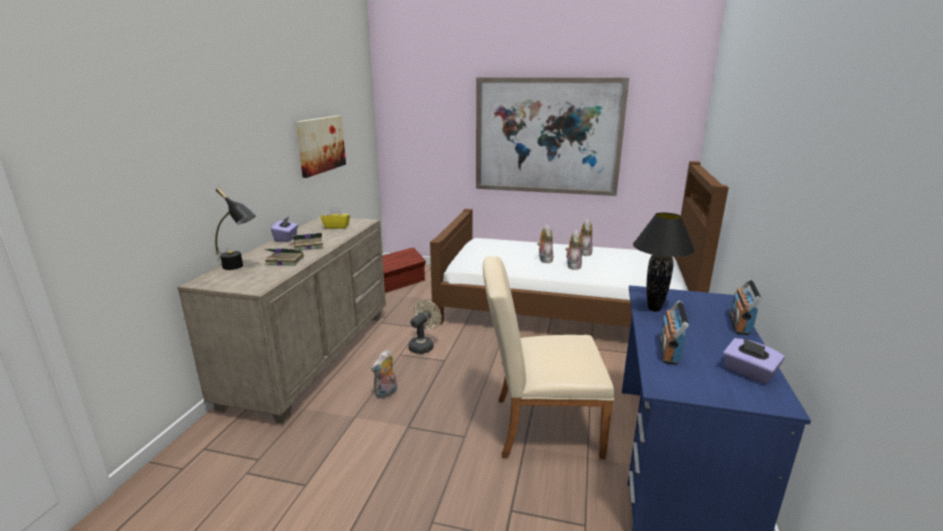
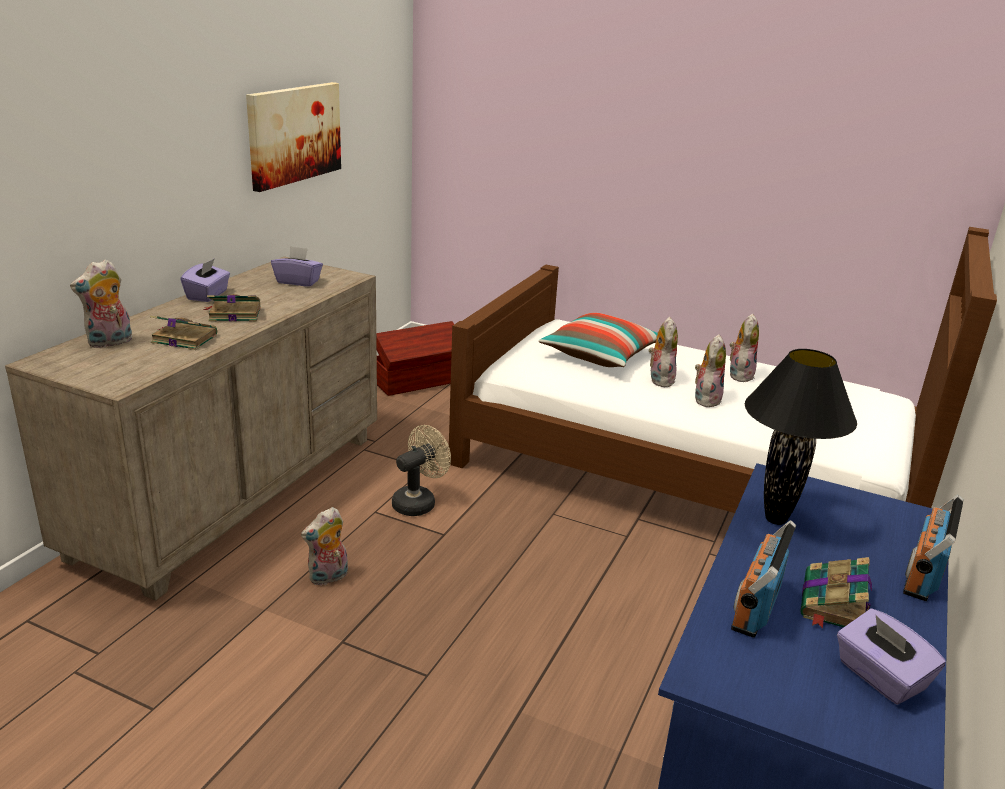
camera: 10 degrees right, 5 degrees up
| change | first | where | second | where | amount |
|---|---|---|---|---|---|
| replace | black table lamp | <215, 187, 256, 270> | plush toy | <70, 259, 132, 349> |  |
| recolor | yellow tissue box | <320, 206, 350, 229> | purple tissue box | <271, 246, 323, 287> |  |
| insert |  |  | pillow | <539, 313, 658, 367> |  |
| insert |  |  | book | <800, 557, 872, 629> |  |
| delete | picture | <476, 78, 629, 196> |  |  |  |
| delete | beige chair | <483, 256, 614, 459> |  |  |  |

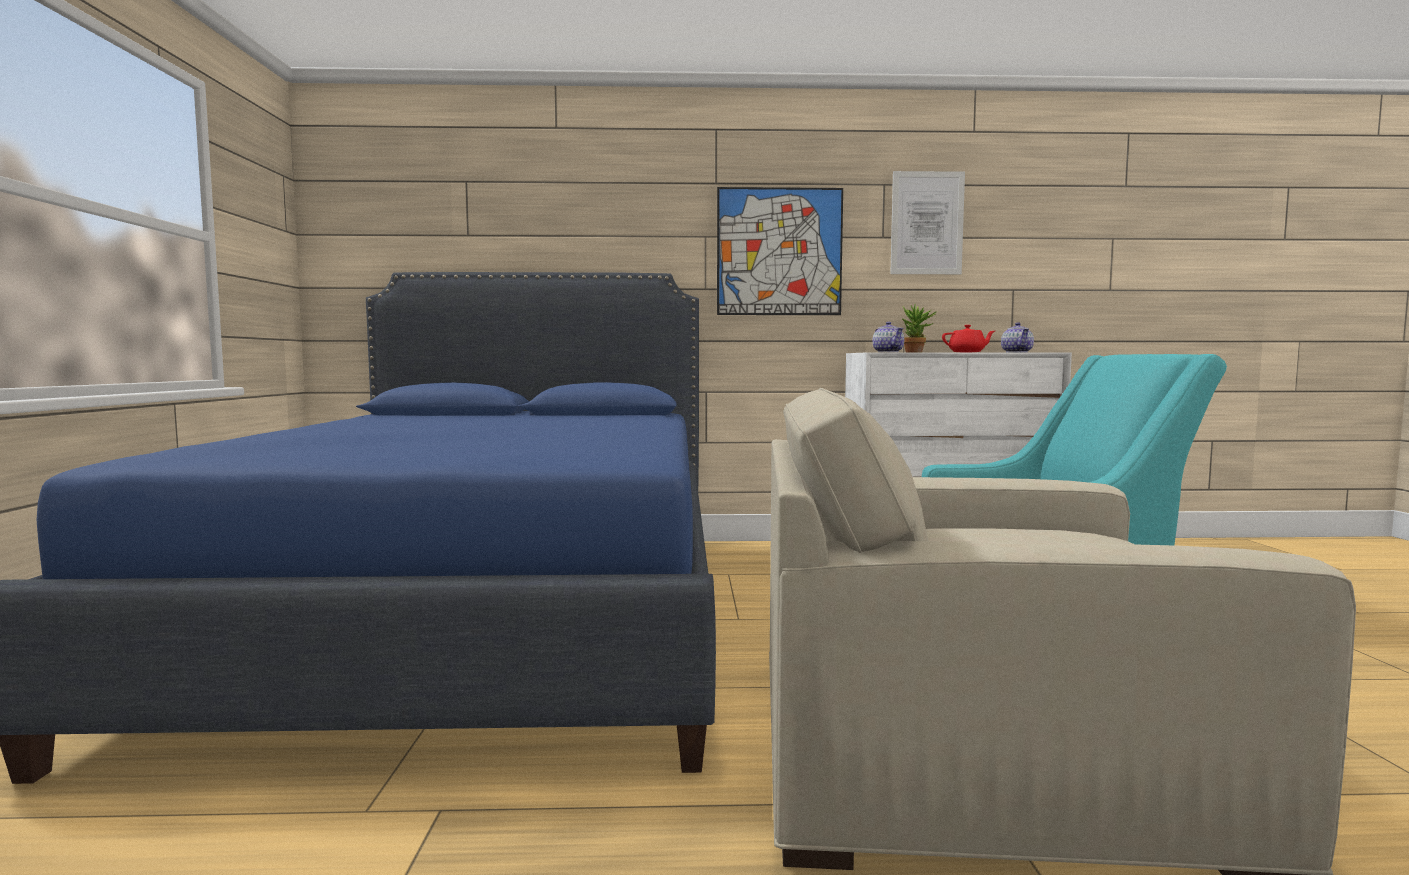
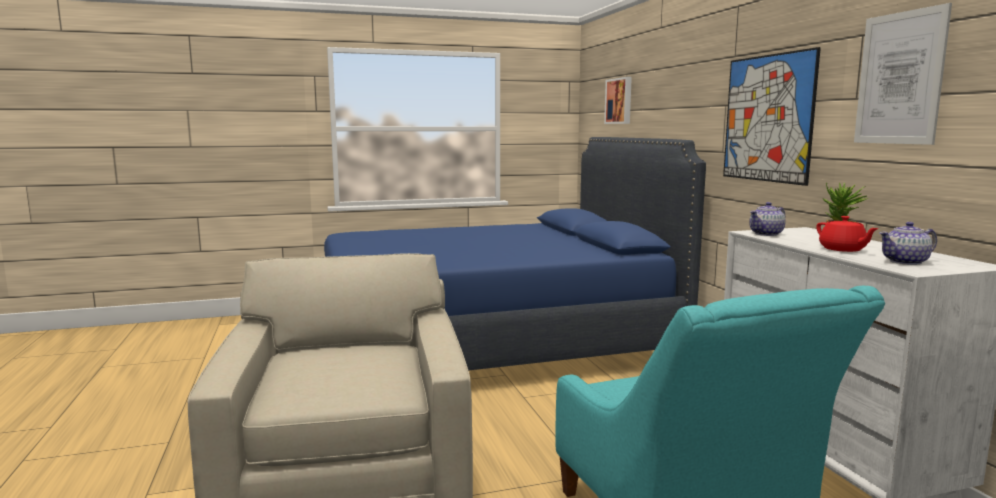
camera: 75 degrees right, 5 degrees up
| change | first | where | second | where | amount |
|---|---|---|---|---|---|
| insert |  |  | picture | <604, 77, 632, 124> |  |

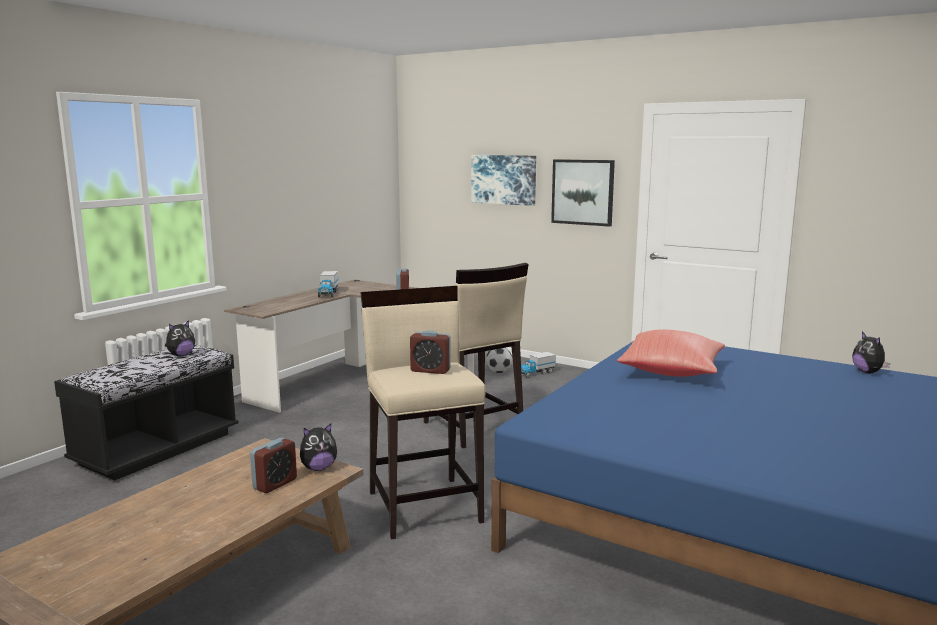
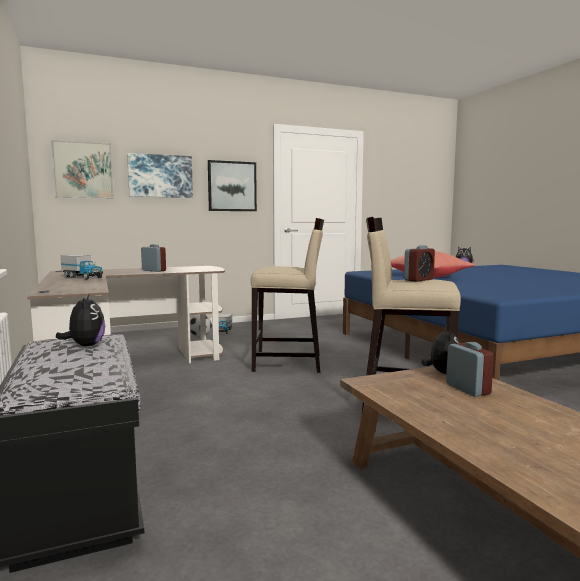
camera: 55 degrees left, 5 degrees down
| change | first | where | second | where | amount |
|---|---|---|---|---|---|
| insert |  |  | picture | <51, 140, 114, 198> |  |

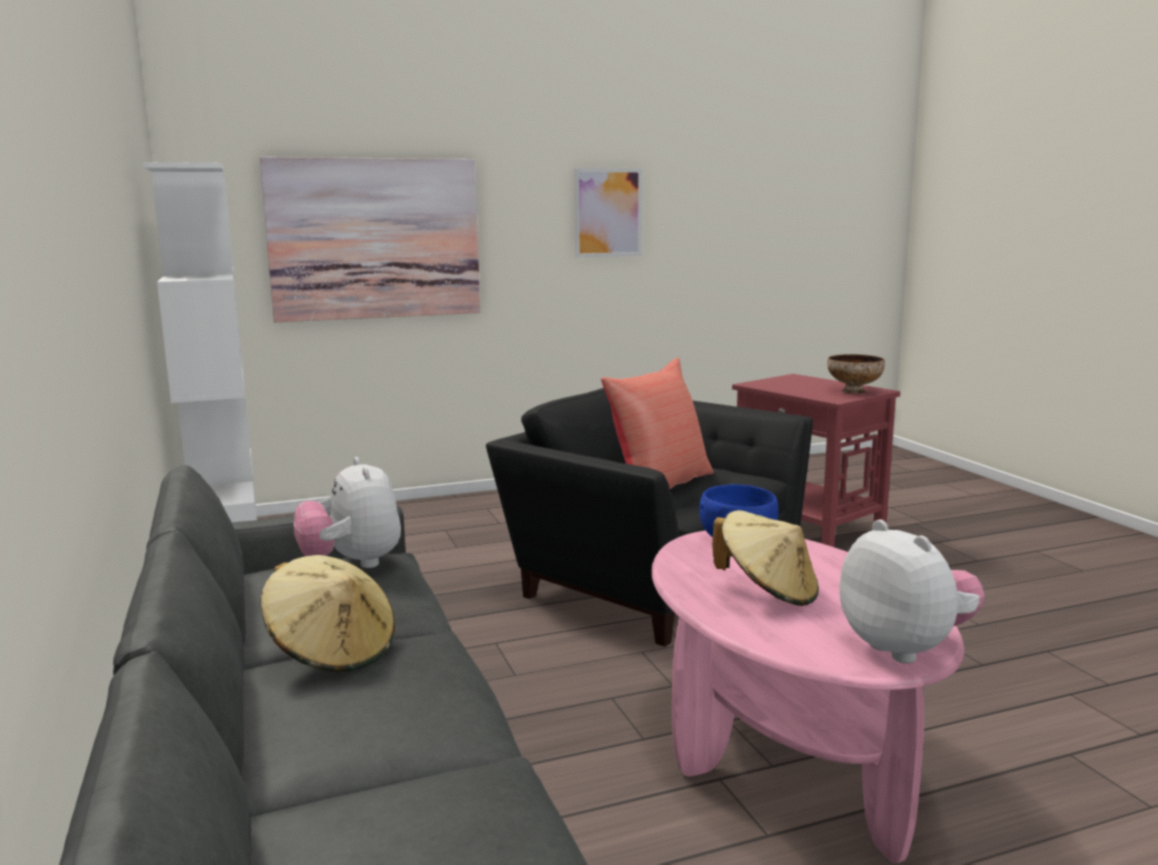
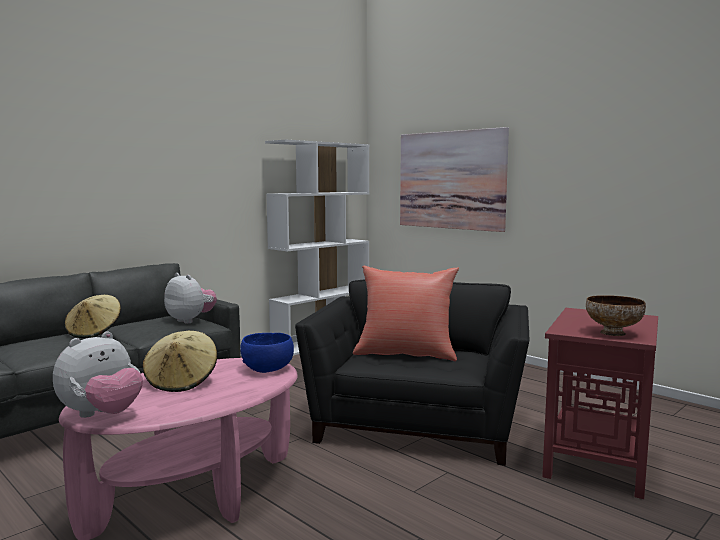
camera: 65 degrees right, 5 degrees down
| change | first | where | second | where | amount |
|---|---|---|---|---|---|
| rotate | plush toy | <294, 457, 401, 568> |  | <164, 273, 217, 324> | 90 degrees clockwise |
| delete | picture | <574, 168, 642, 257> |  |  |  |

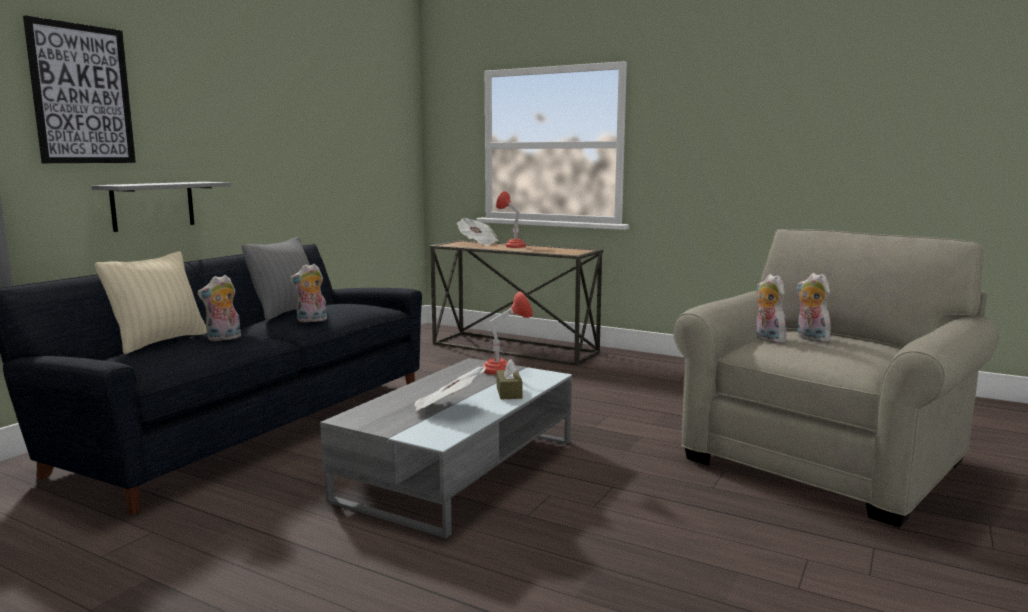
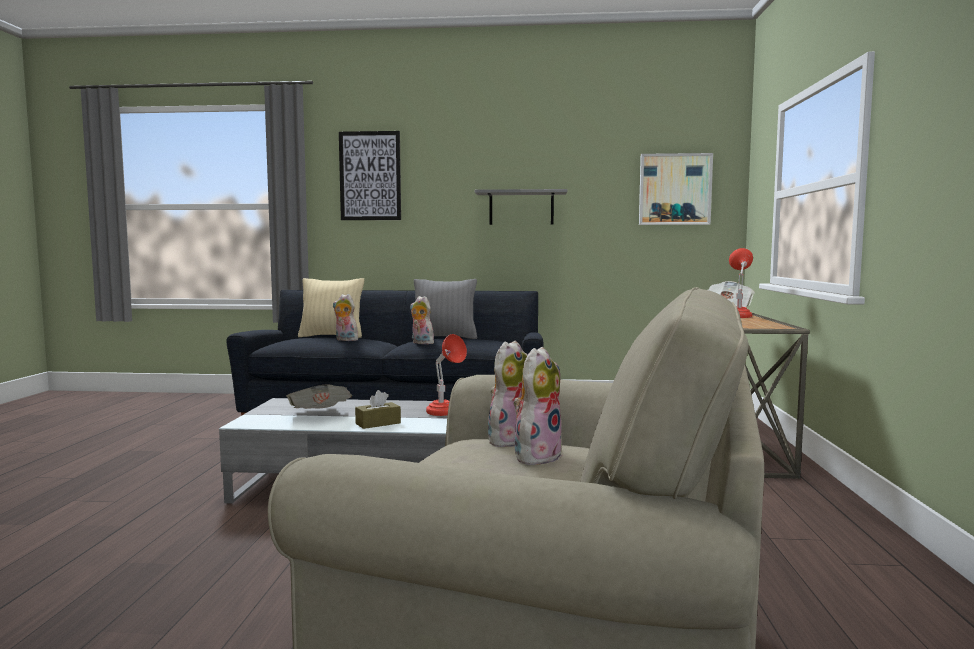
camera: 65 degrees right, 5 degrees down
| change | first | where | second | where | amount |
|---|---|---|---|---|---|
| move | grey shelf | <91, 182, 231, 232> |  | <475, 189, 567, 225> |  |
| insert |  |  | picture | <639, 153, 713, 225> |  |

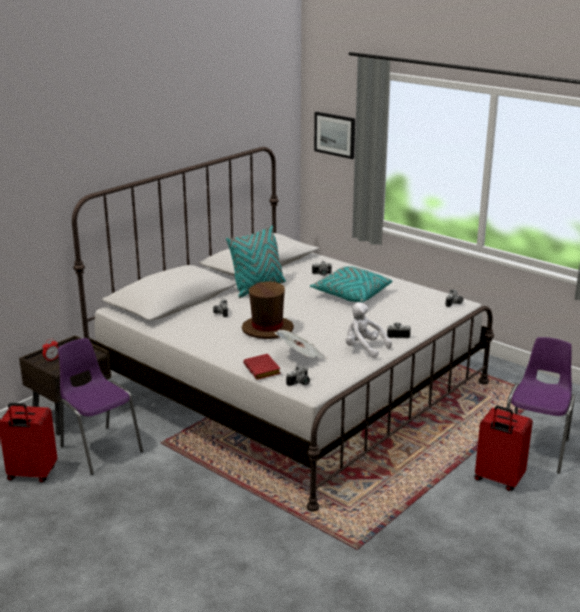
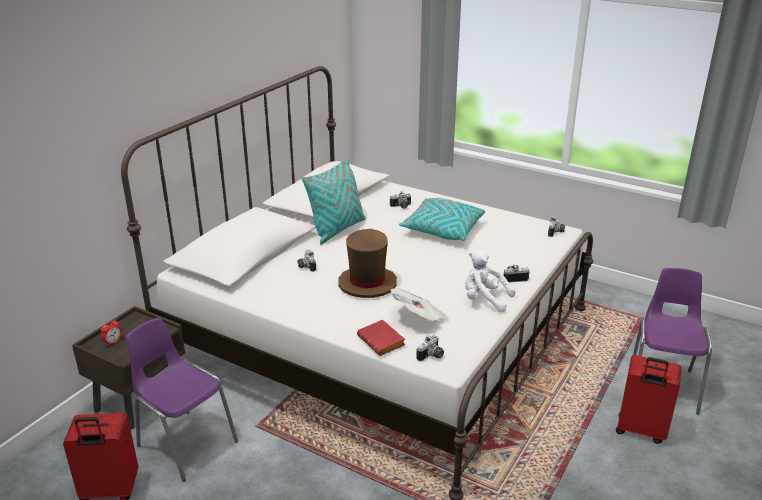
camera: 10 degrees left, 5 degrees up
| change | first | where | second | where | amount |
|---|---|---|---|---|---|
| delete | picture | <314, 112, 355, 159> |  |  |  |

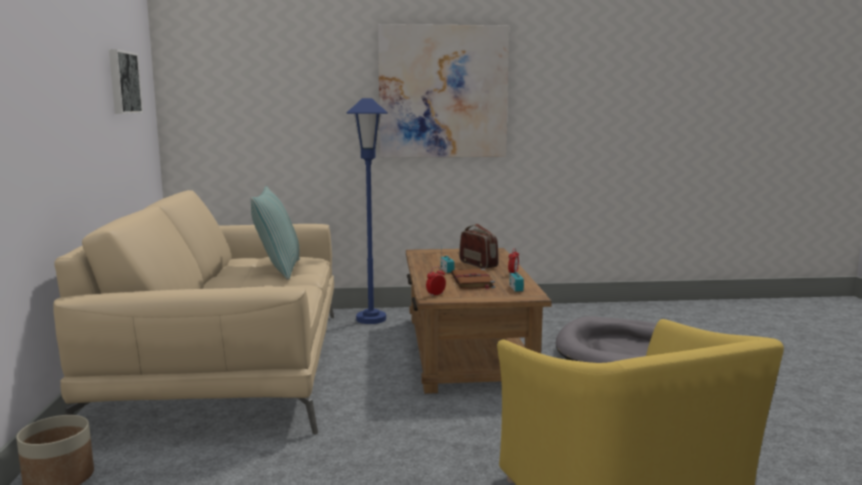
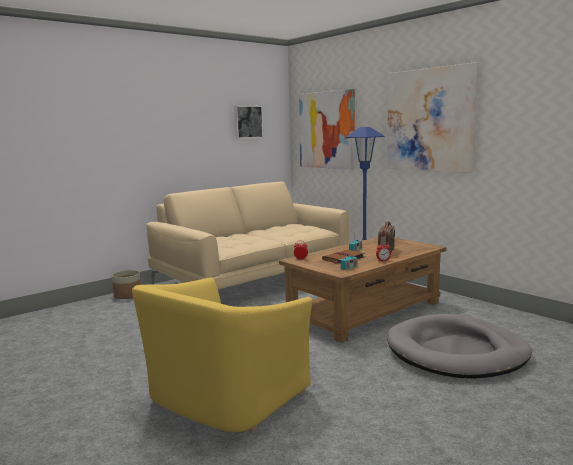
camera: 55 degrees right, 0 degrees up
| change | first | where | second | where | amount |
|---|---|---|---|---|---|
| insert |  |  | picture | <299, 89, 355, 170> |  |
| delete | pillow | <250, 186, 300, 280> |  |  |  |

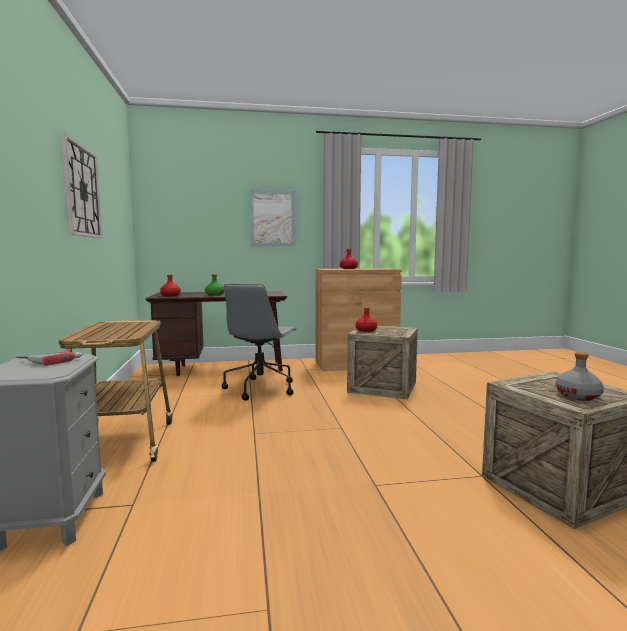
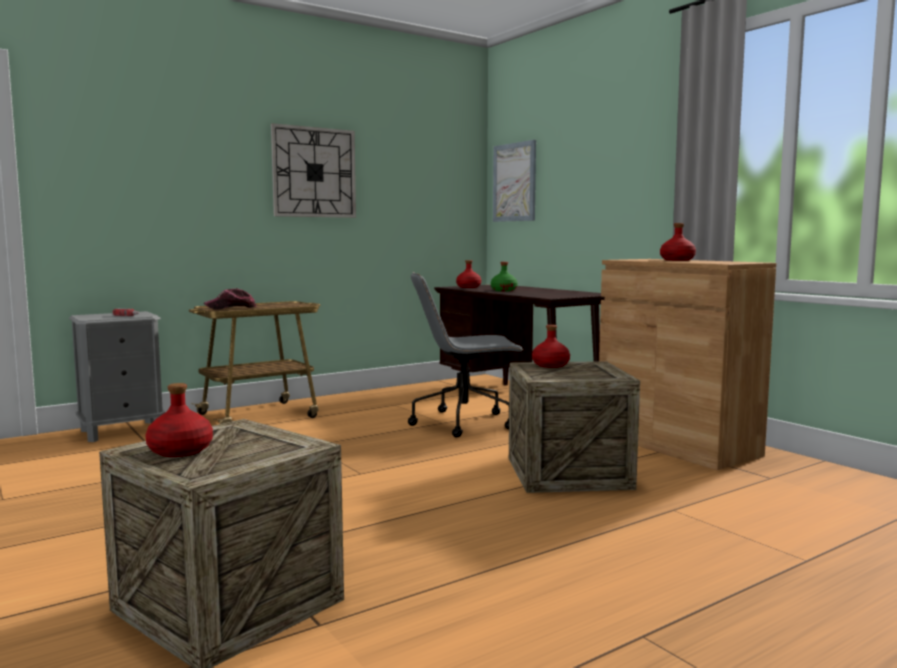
camera: 65 degrees right, 0 degrees up
| change | first | where | second | where | amount |
|---|---|---|---|---|---|
| recolor | grey bottle | <556, 352, 604, 401> | red bottle | <145, 383, 213, 457> |  |
| insert |  |  | cap | <204, 288, 256, 309> |  |
| move | picture | <249, 189, 295, 246> |  | <493, 140, 536, 222> |  |

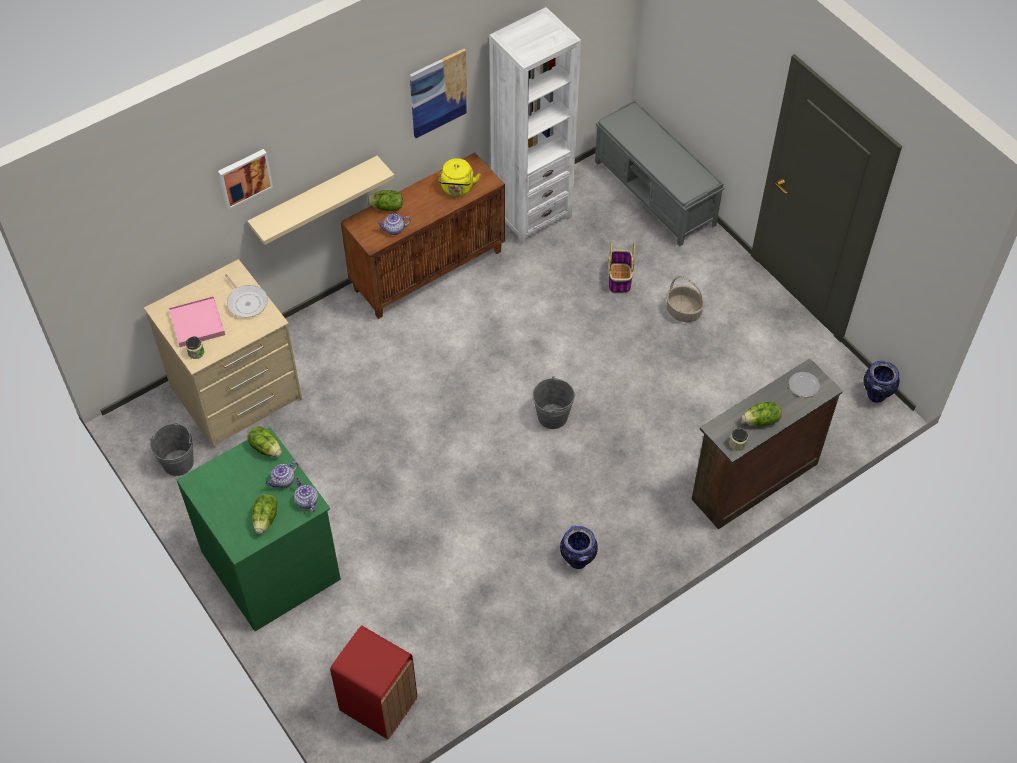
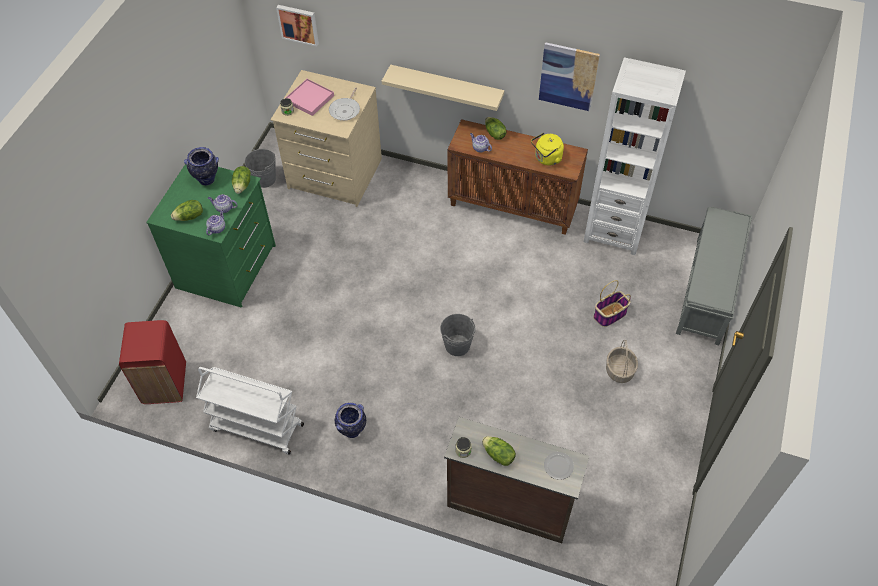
camera: 55 degrees right, 0 degrees up
| change | first | where | second | where | amount |
|---|---|---|---|---|---|
| move | vase | <864, 361, 899, 403> |  | <184, 147, 219, 186> |  |
| insert |  |  | white cart | <196, 367, 304, 455> |  |
| move | picture | <218, 149, 273, 209> |  | <276, 5, 319, 47> |  |

